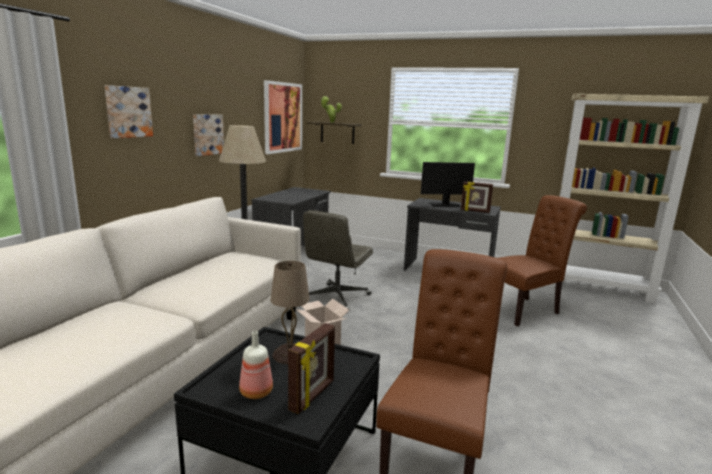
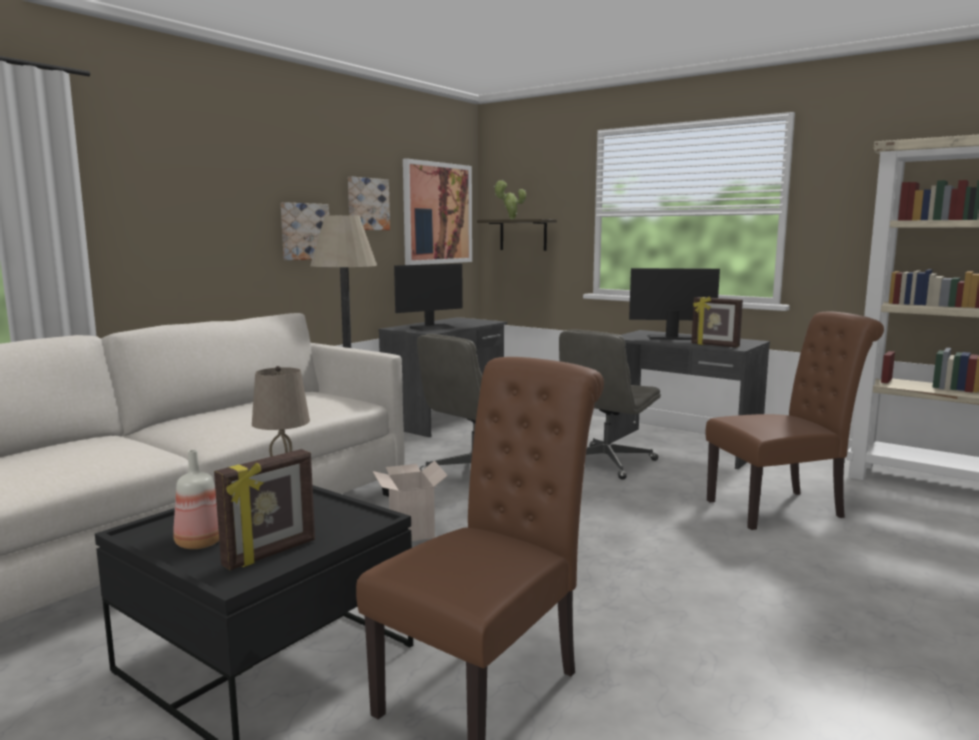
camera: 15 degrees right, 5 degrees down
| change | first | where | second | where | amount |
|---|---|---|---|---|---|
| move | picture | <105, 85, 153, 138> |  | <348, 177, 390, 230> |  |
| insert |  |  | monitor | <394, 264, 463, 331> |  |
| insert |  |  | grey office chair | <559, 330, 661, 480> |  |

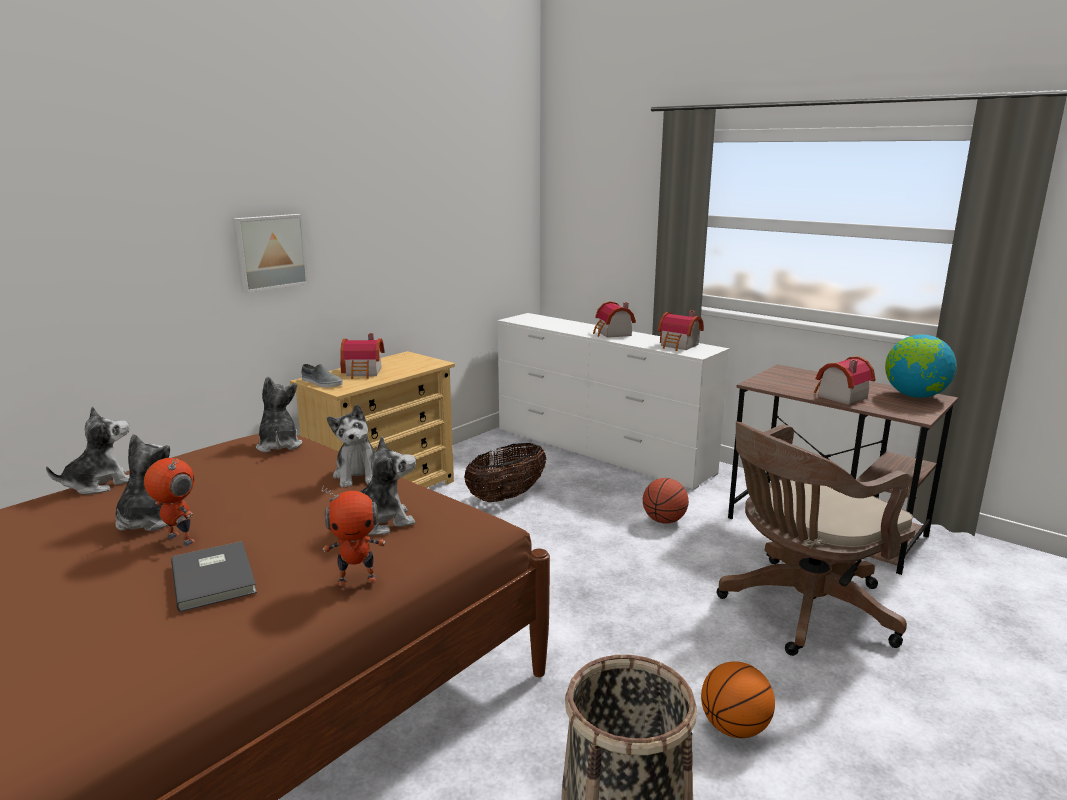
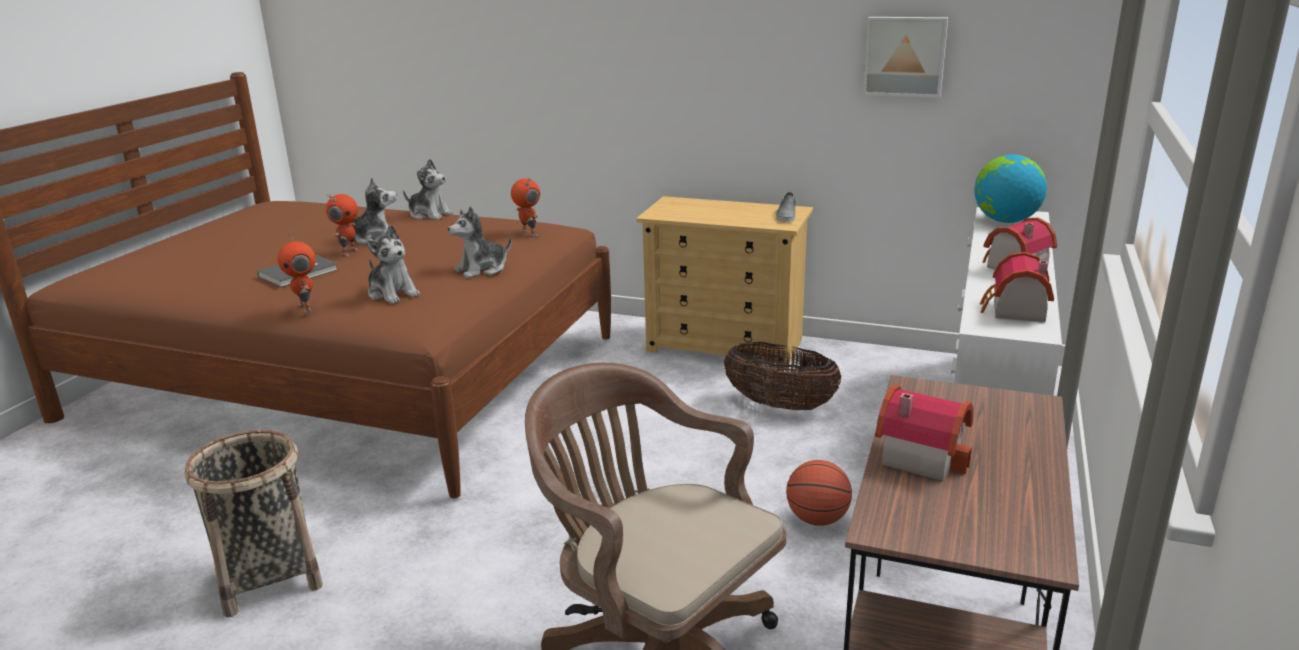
camera: 70 degrees right, 5 degrees up
| change | first | where | second | where | amount |
|---|---|---|---|---|---|
| replace | plush toy | <256, 376, 302, 452> | toy robot | <511, 178, 540, 237> |  |
| move | grey shoe | <301, 364, 343, 387> |  | <776, 192, 796, 222> |  |
| move | picture | <232, 214, 309, 293> |  | <863, 17, 948, 98> |  |
| move | globe | <885, 334, 957, 398> |  | <975, 155, 1047, 223> |  |
| delete | toy house | <340, 333, 385, 379> |  |  |  |
| delete | basketball | <701, 661, 775, 738> |  |  |  |

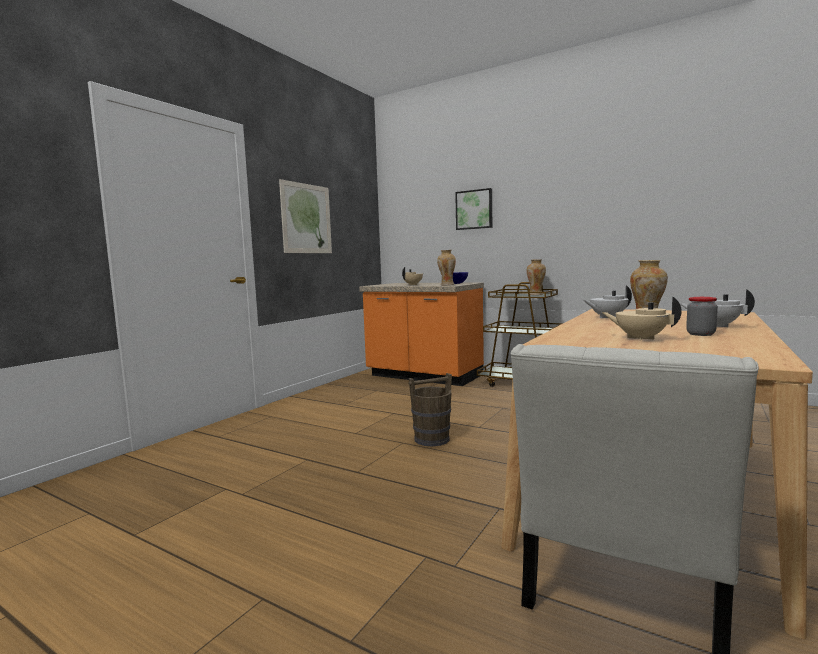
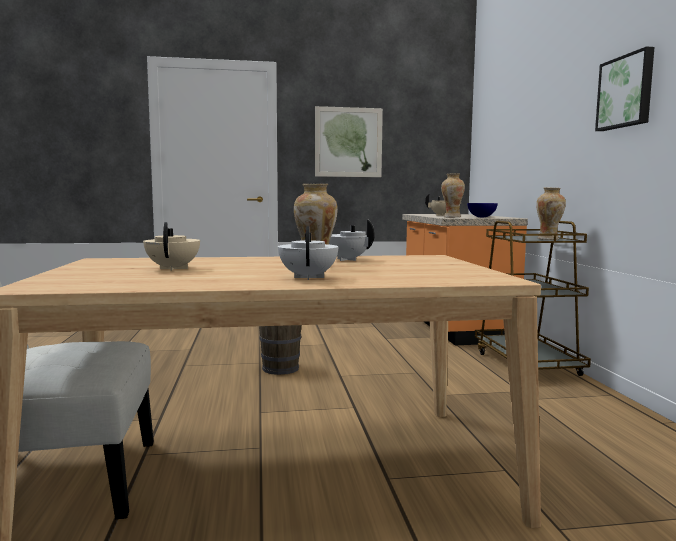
camera: 50 degrees right, 0 degrees up
| change | first | where | second | where | amount |
|---|---|---|---|---|---|
| move | picture | <455, 188, 492, 230> |  | <595, 46, 654, 131> |  |
| delete | jar | <686, 297, 718, 336> |  |  |  |

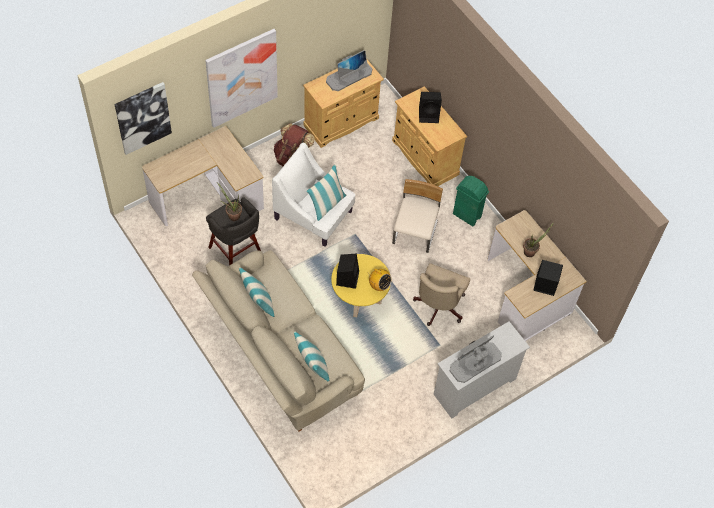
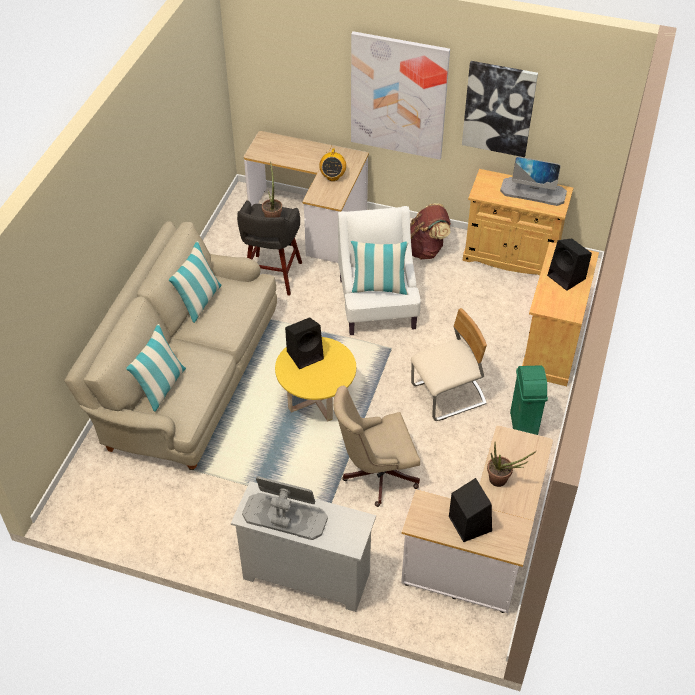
camera: 55 degrees right, 10 degrees down
| change | first | where | second | where | amount |
|---|---|---|---|---|---|
| move | radio | <368, 268, 392, 291> |  | <319, 148, 346, 181> |  |
| move | picture | <114, 82, 172, 155> |  | <462, 61, 538, 157> |  |

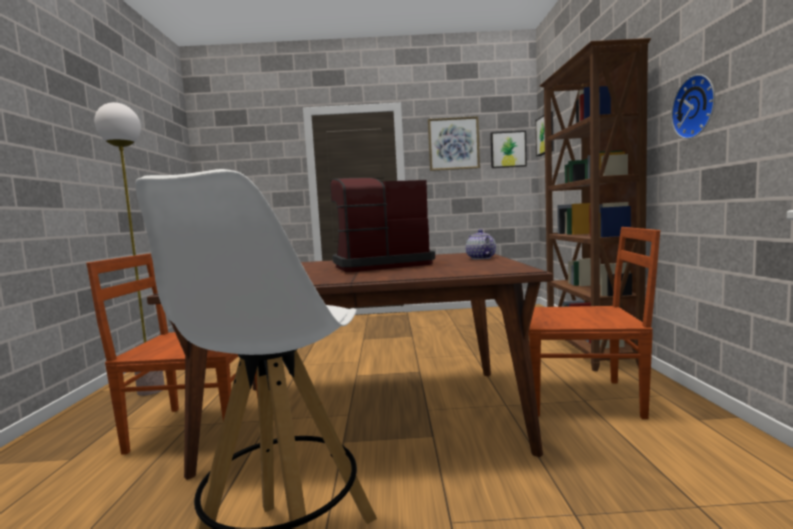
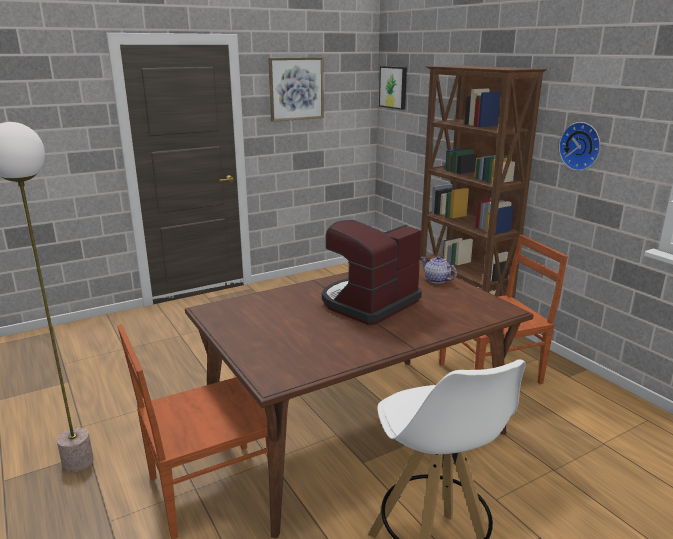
camera: 30 degrees left, 15 degrees up
| change | first | where | second | where | amount |
|---|---|---|---|---|---|
| delete | picture | <490, 131, 527, 168> |  |  |  |

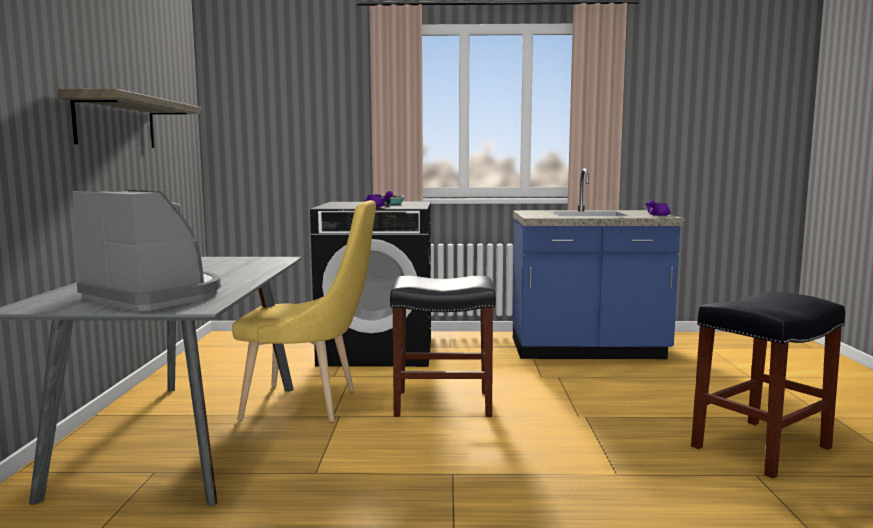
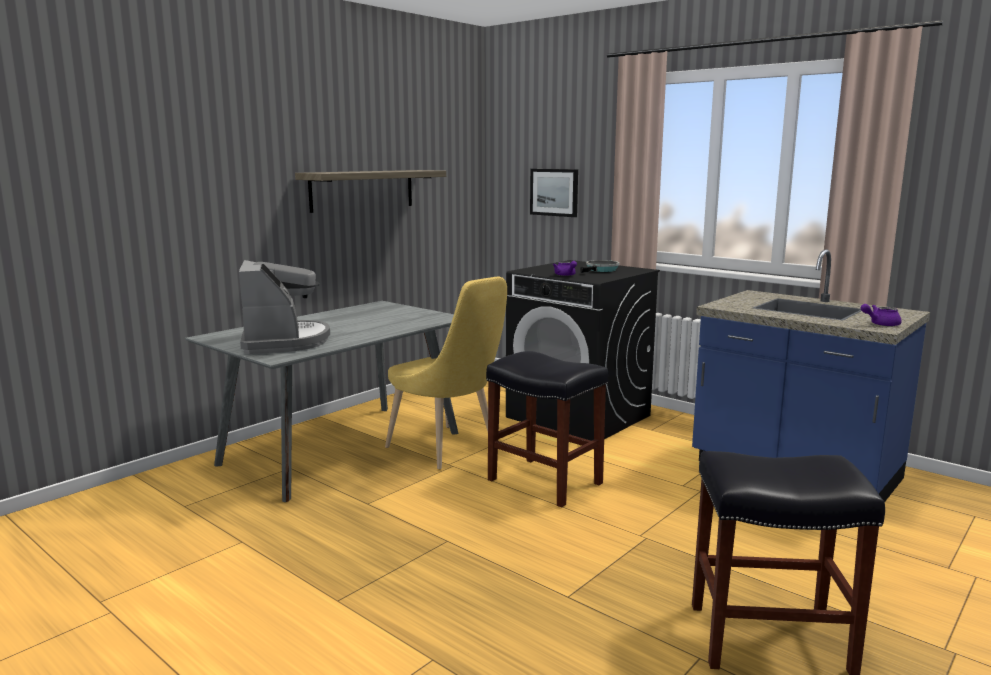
camera: 40 degrees right, 5 degrees up
| change | first | where | second | where | amount |
|---|---|---|---|---|---|
| insert |  |  | picture | <530, 169, 578, 217> |  |

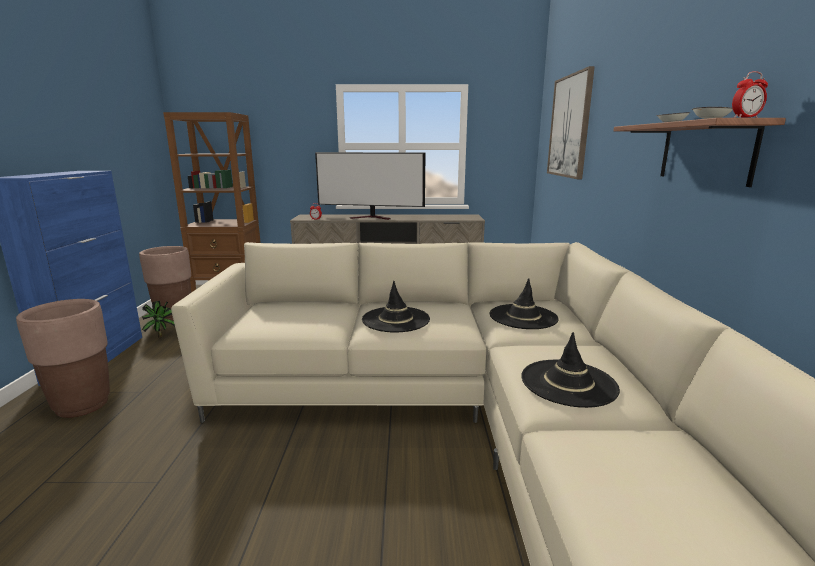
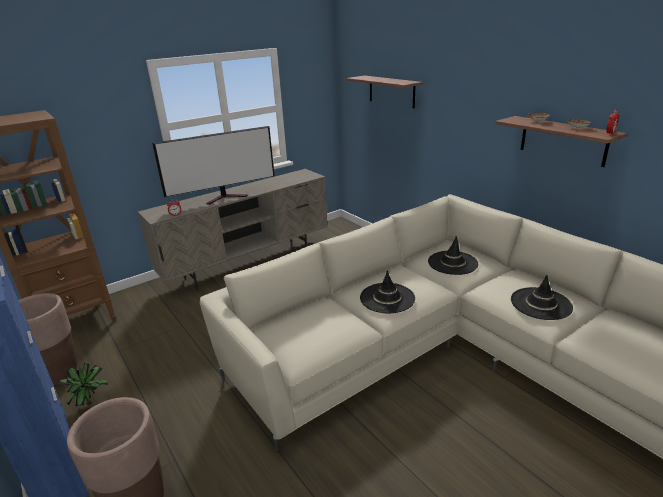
camera: 35 degrees left, 10 degrees up
| change | first | where | second | where | amount |
|---|---|---|---|---|---|
| replace | picture | <547, 66, 595, 179> | shelf | <346, 75, 423, 108> |  |

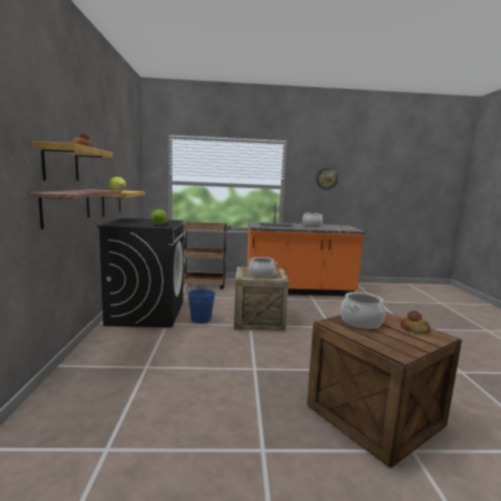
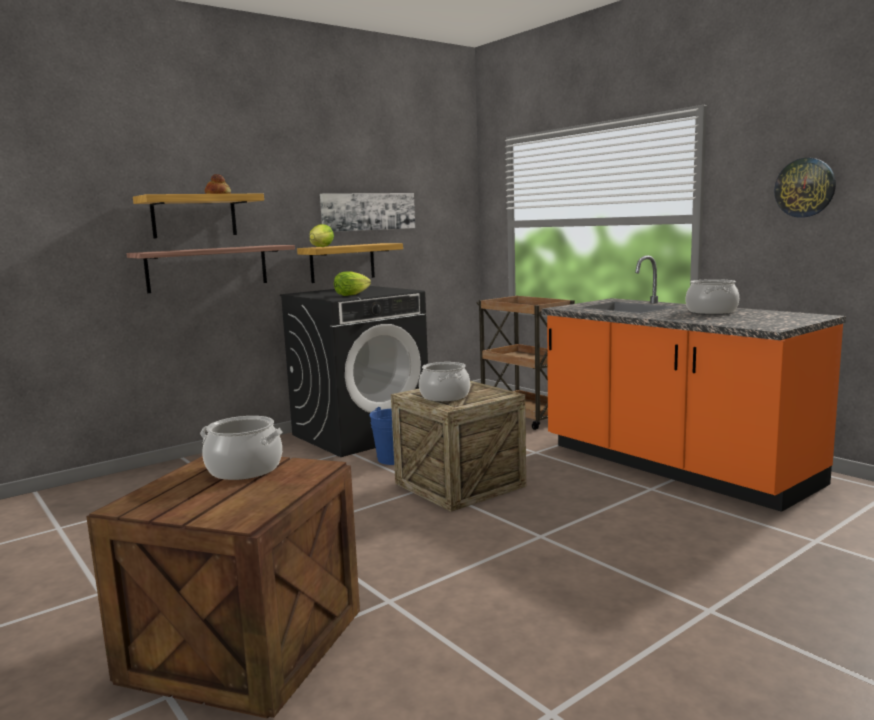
camera: 55 degrees right, 0 degrees up
| change | first | where | second | where | amount |
|---|---|---|---|---|---|
| insert |  |  | picture | <320, 193, 415, 232> |  |
| delete | bread | <401, 311, 430, 334> |  |  |  |

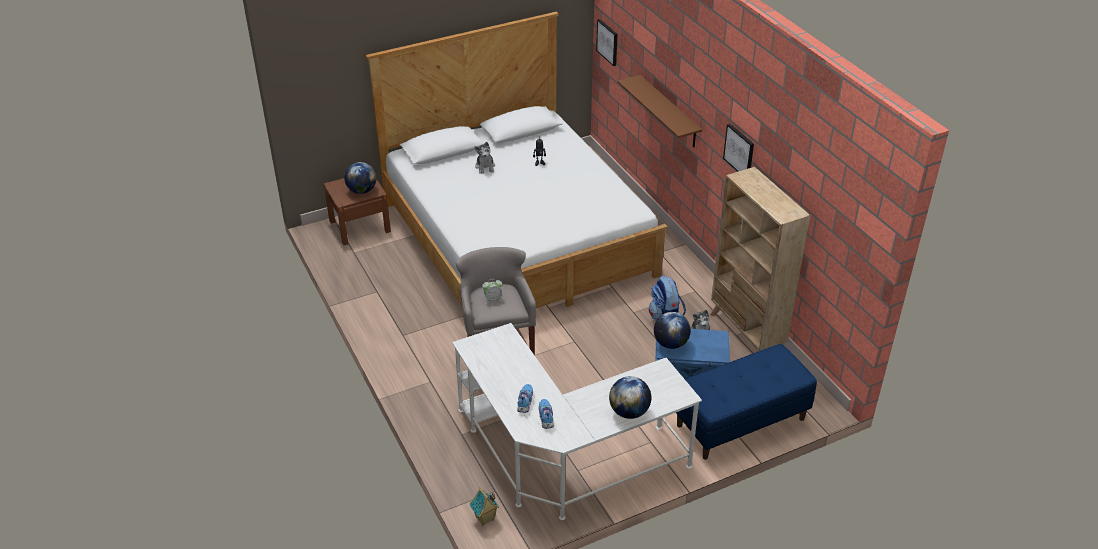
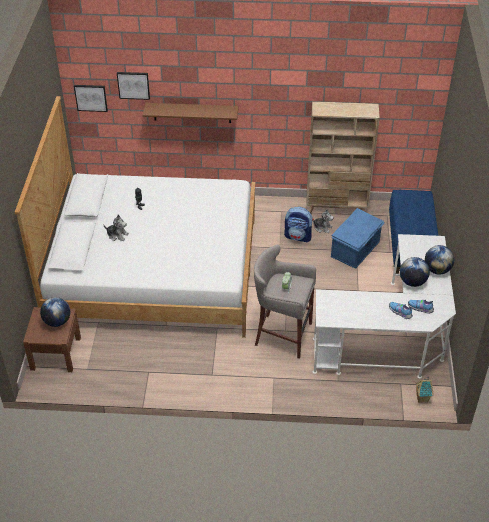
camera: 60 degrees left, 5 degrees up
| change | first | where | second | where | amount |
|---|---|---|---|---|---|
| move | picture | <723, 124, 754, 172> |  | <117, 72, 150, 100> |  |
| move | globe | <654, 312, 691, 349> |  | <400, 257, 430, 287> |  |

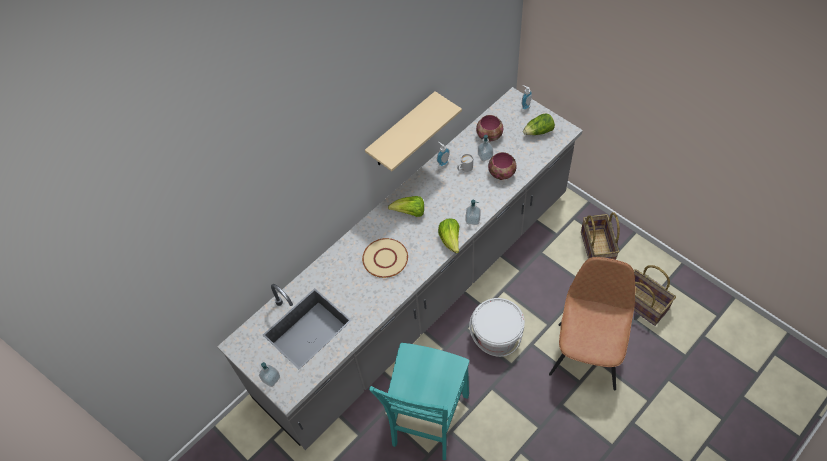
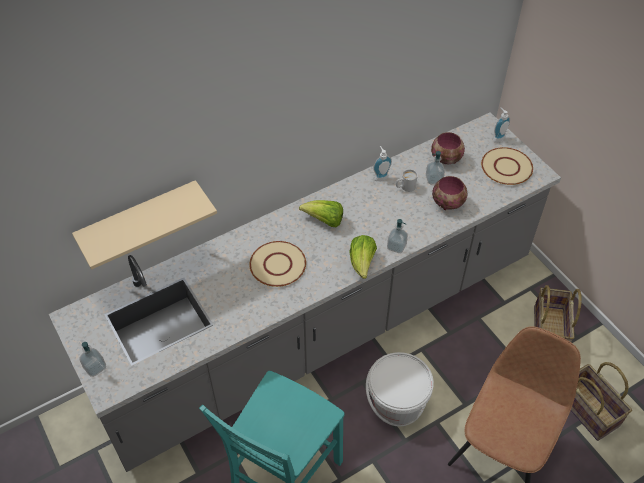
camera: 10 degrees right, 5 degrees down
| change | first | where | second | where | amount |
|---|---|---|---|---|---|
| move | beige shelf | <365, 91, 462, 171> |  | <72, 180, 217, 270> |  |
| replace | lettuce | <523, 113, 555, 135> | beige plate | <481, 147, 533, 185> |  |

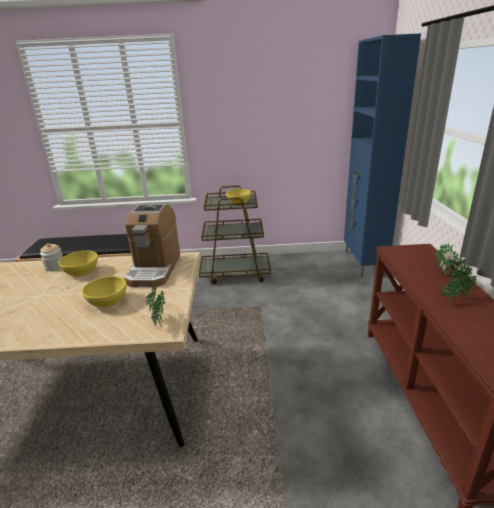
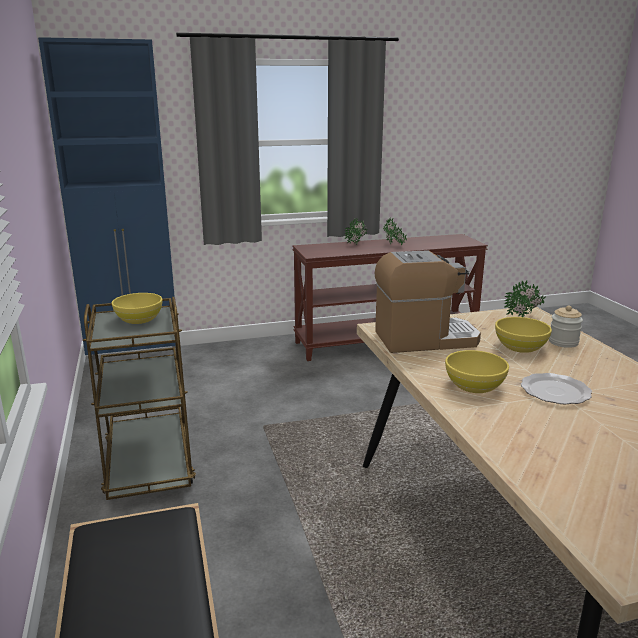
camera: 105 degrees left, 5 degrees down
| change | first | where | second | where | amount |
|---|---|---|---|---|---|
| insert |  |  | plate | <521, 373, 592, 405> |  |
| move | jar | <40, 243, 63, 271> |  | <549, 305, 583, 348> |  |

